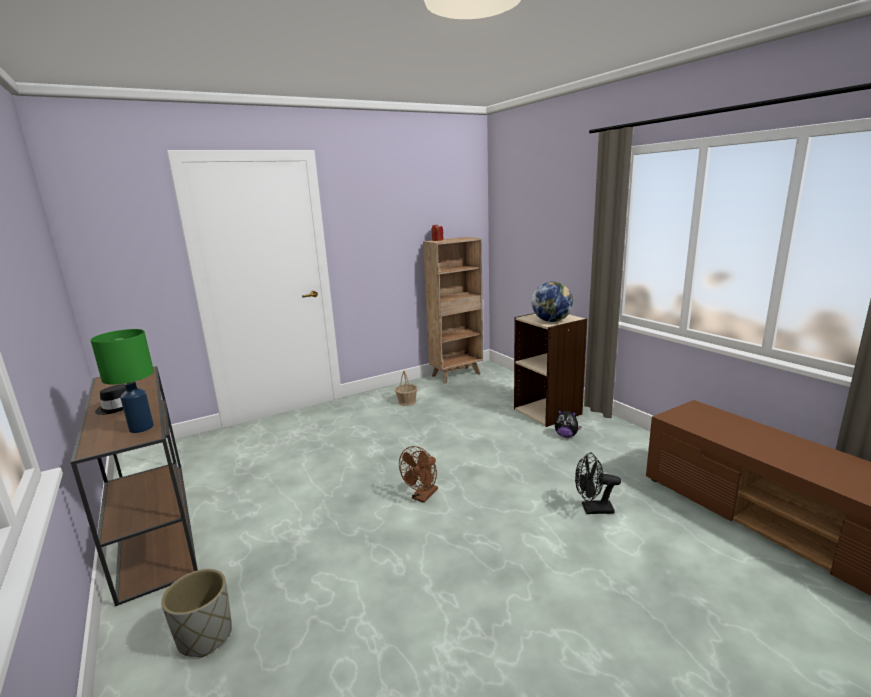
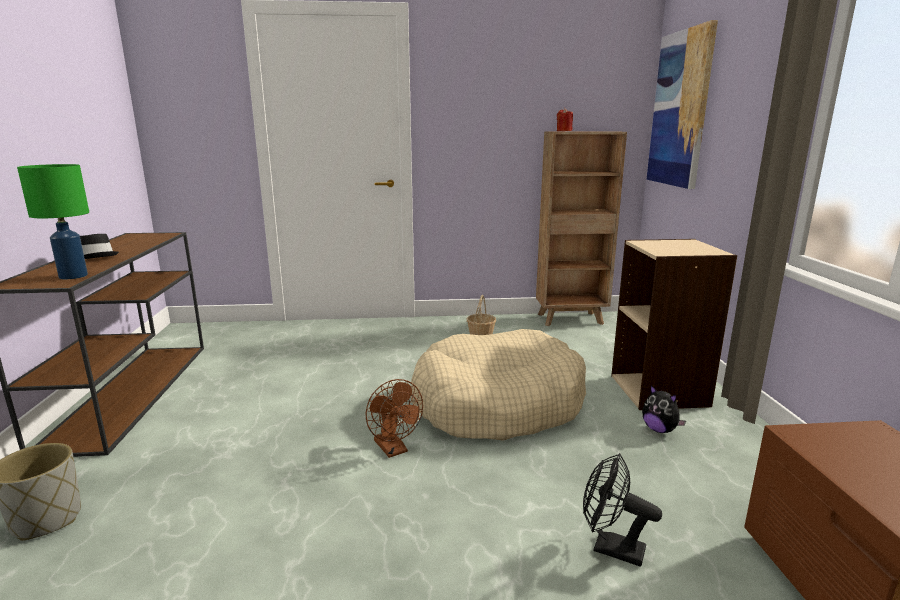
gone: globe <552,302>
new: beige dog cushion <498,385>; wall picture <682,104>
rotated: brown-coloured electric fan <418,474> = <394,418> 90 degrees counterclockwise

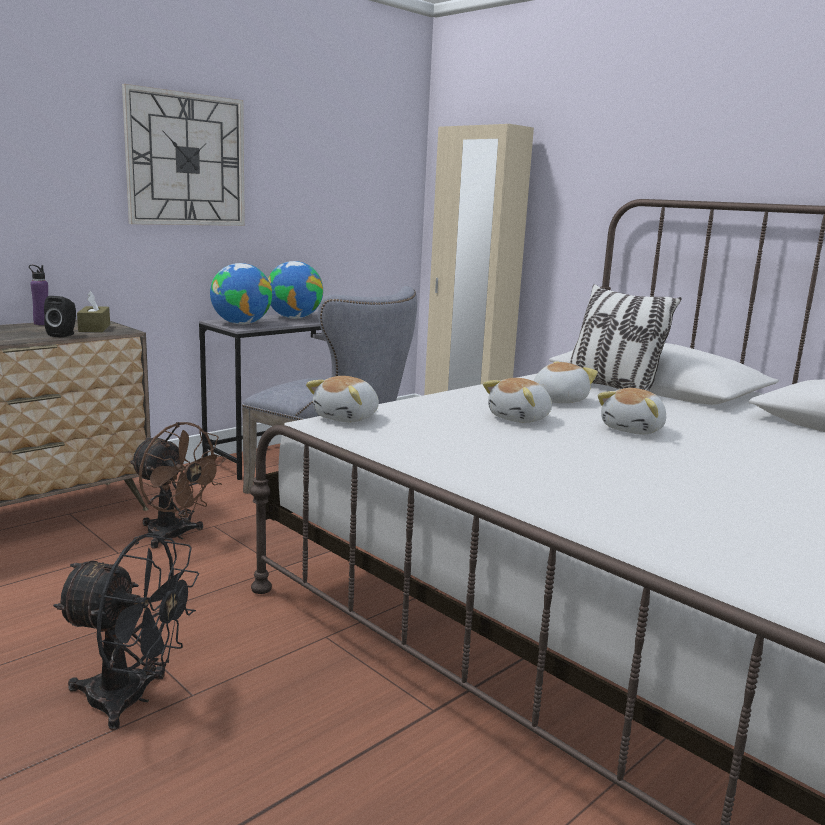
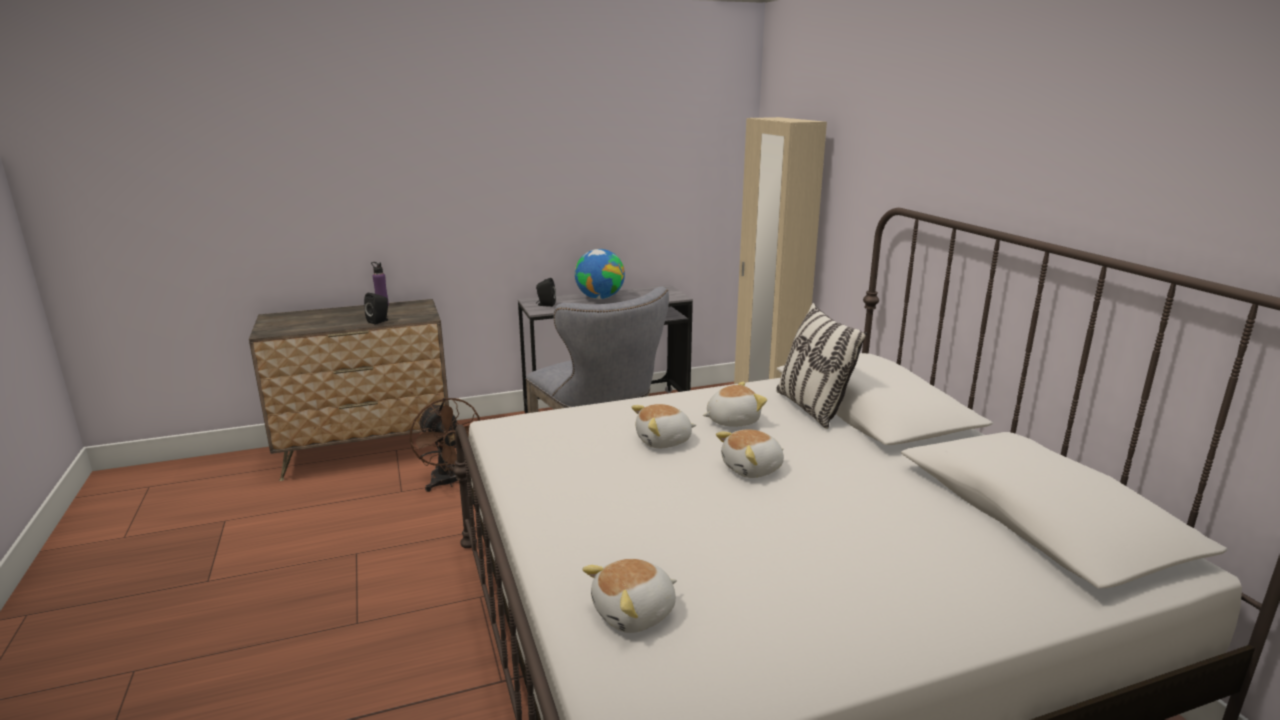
gone: blackish electric fan <126,631>; brown-coloured box of tissues <93,311>; clock on the wall <183,155>
shifted: cuddly toy <342,399> to <629,596>
swapped: globe <241,294> to blackish speaker <546,292>

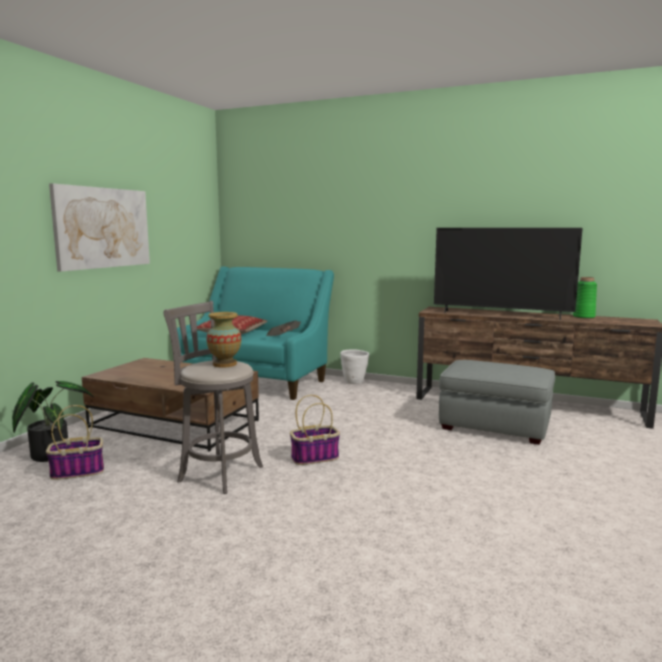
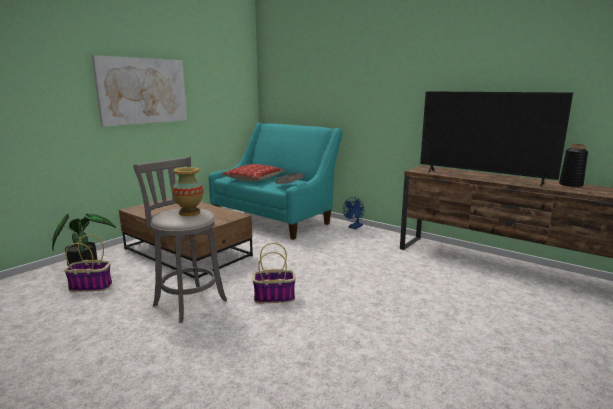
gone: greyish pouffe <497,402>
swapped: white plant pot <354,366> to blue-coloured electric fan <353,213>
repainted: greenish decorative vase <585,298> to blackish decorative vase <573,165>

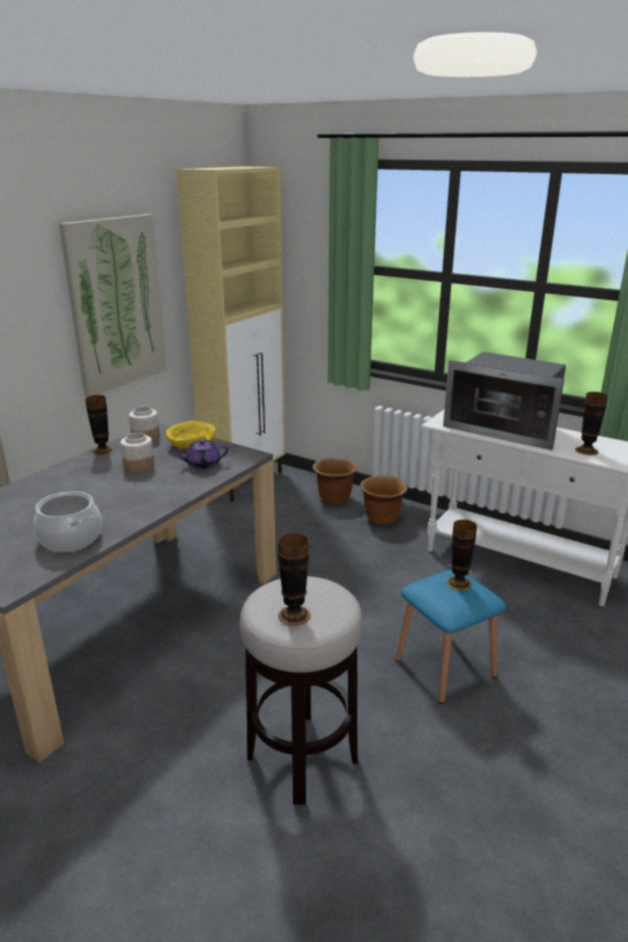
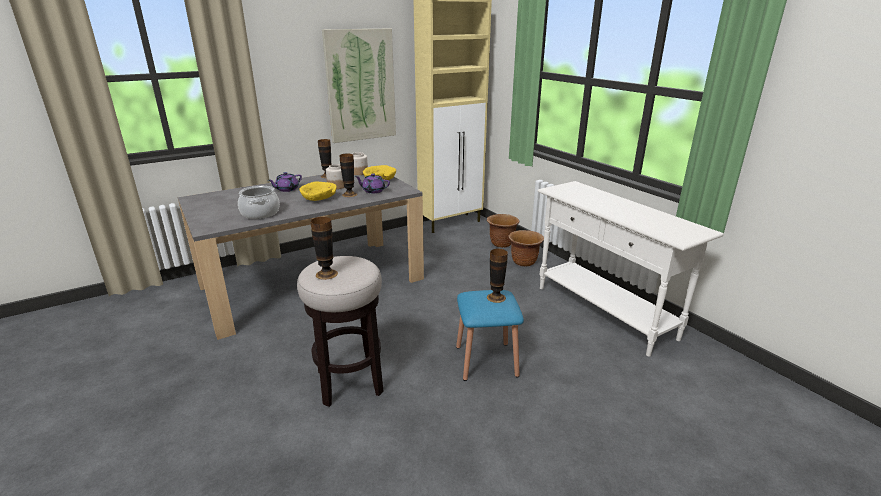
gone: microwave oven <504,401>
new: purple pot for tea <285,182>; yellowish bowl <318,191>
shifted: decorative vase <591,423> to <348,175>

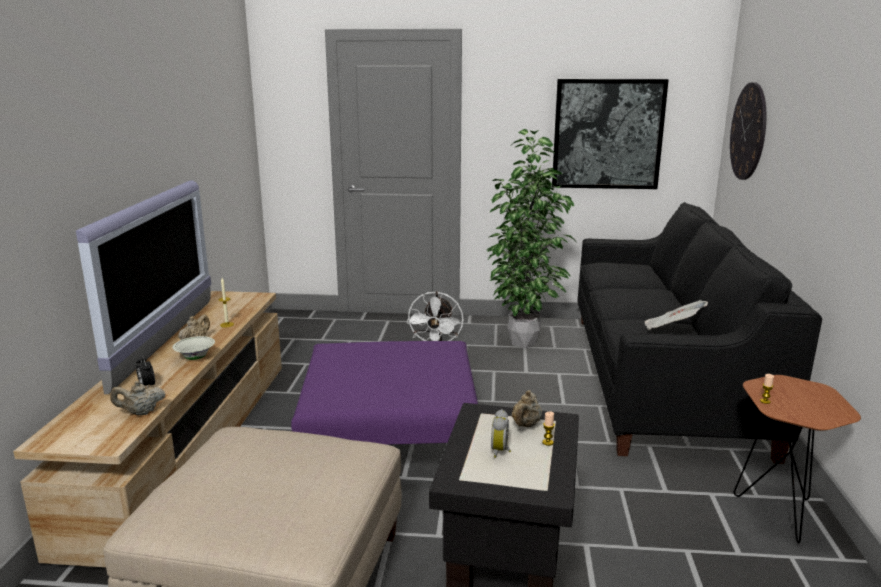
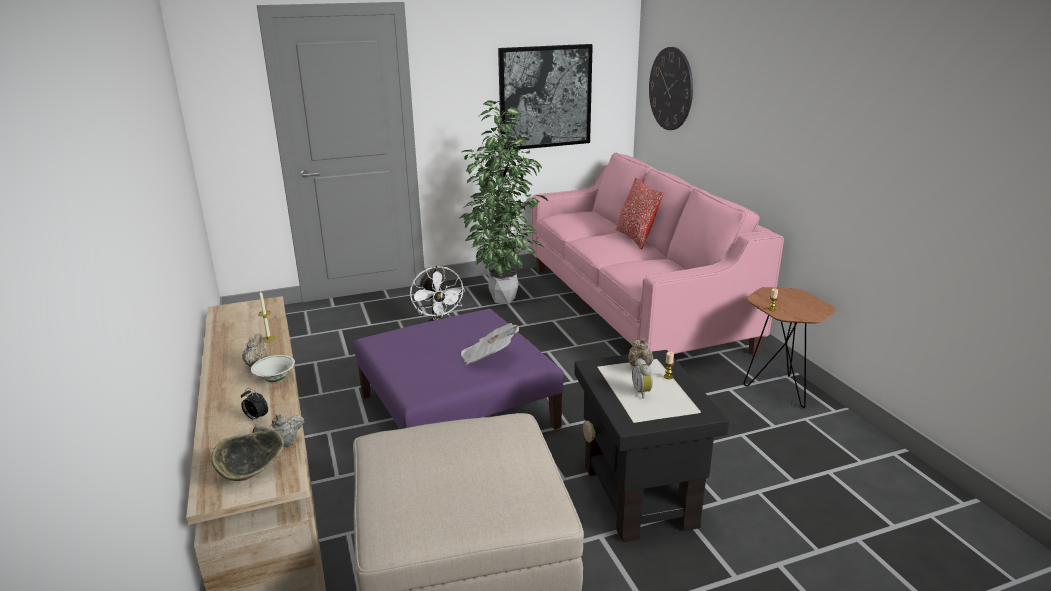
gone: TV <143,287>
new: bowl <247,455>; throw pillow <640,213>
shifted: daily paper <676,315> to <490,344>
repainted: blackish settee <699,333> to pinkish settee <658,254>

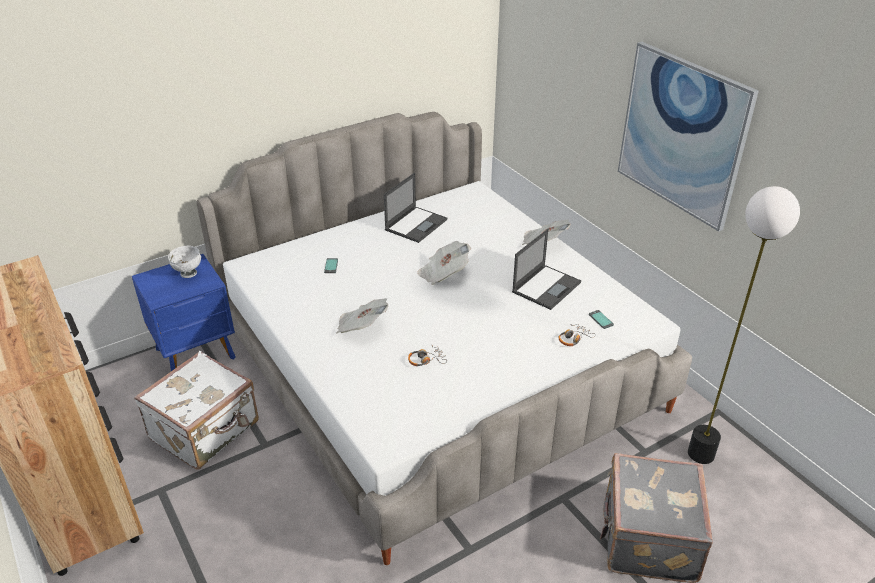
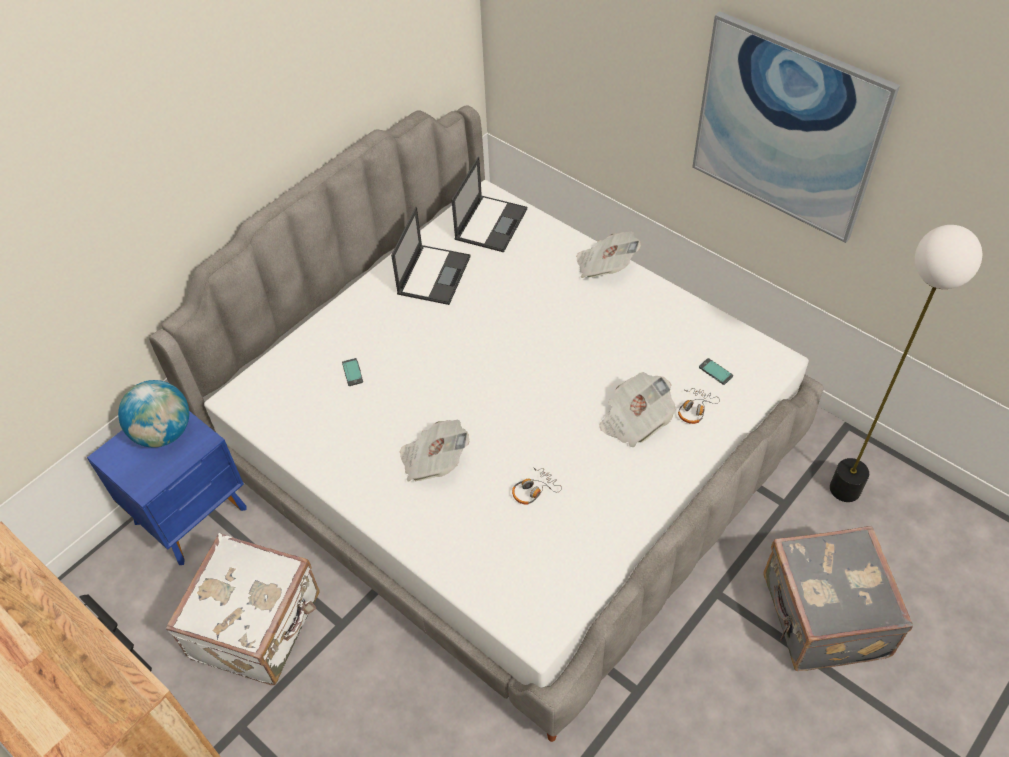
shifted: portable computer <546,269> to <489,204>; daily paper <444,263> to <637,409>
swapped: white bowl <184,262> to globe <153,413>

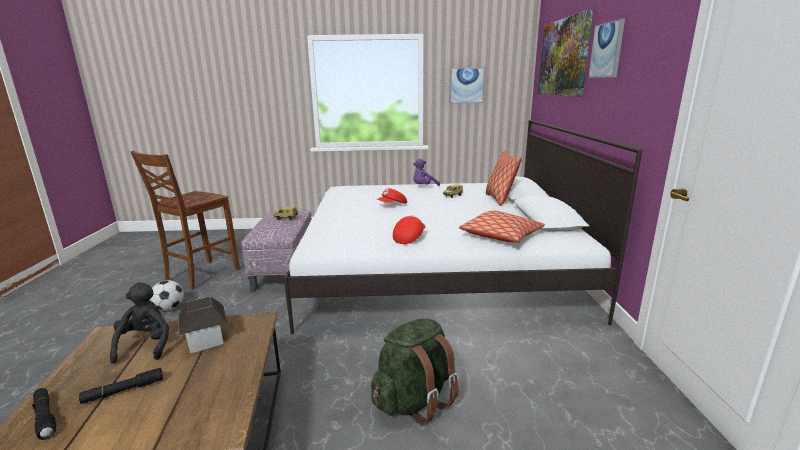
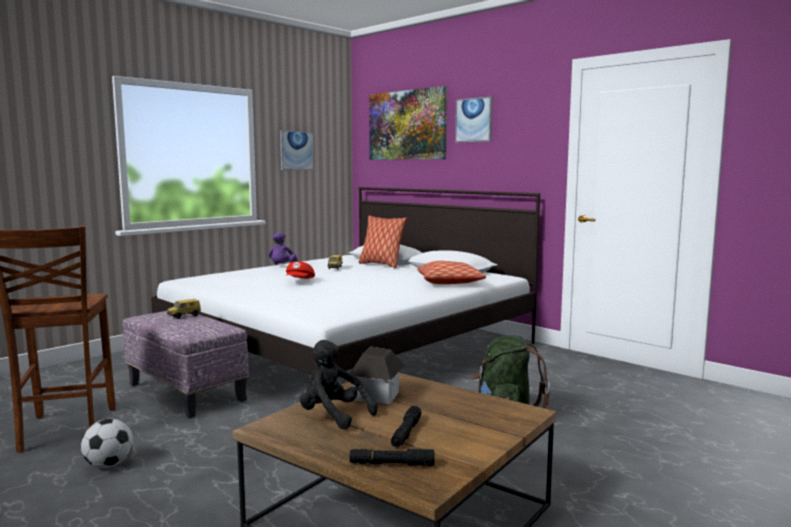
gone: red-coloured baseball cap <409,230>

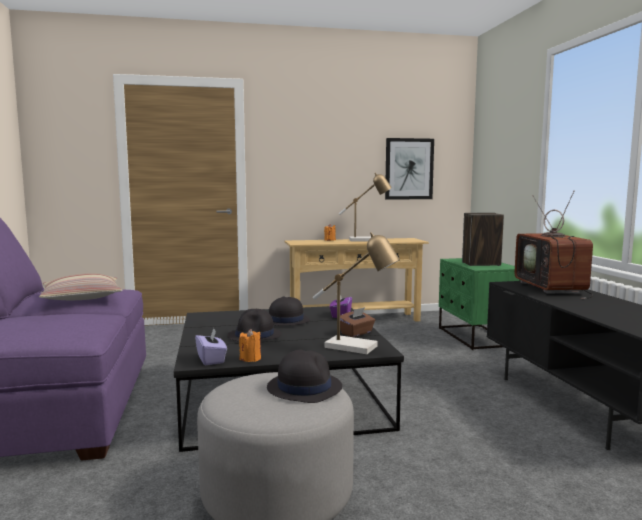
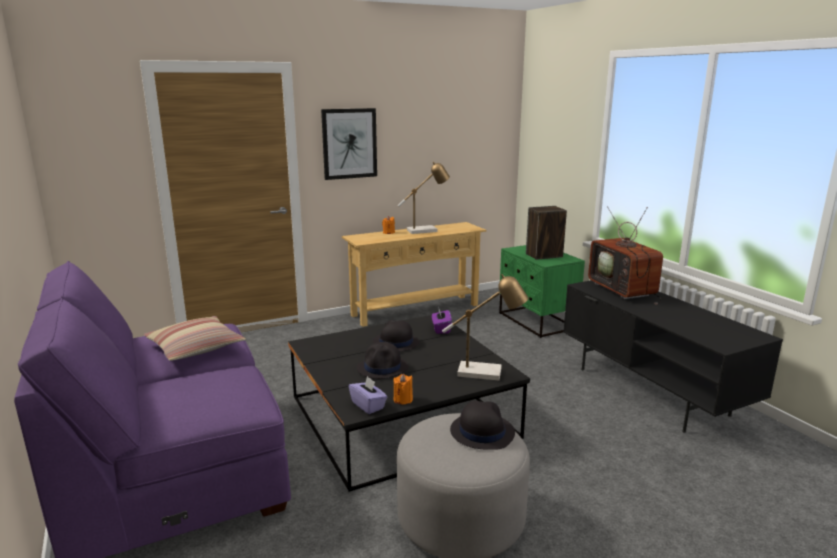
gone: brown-coloured box of tissues <357,322>
shifted: wall picture <409,169> to <349,144>

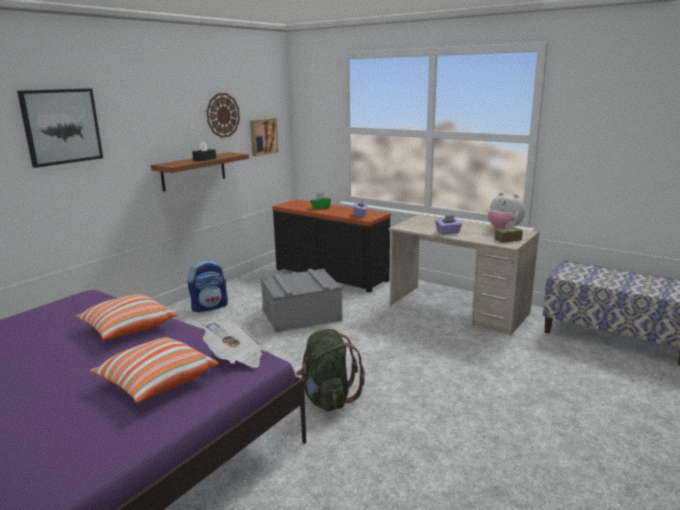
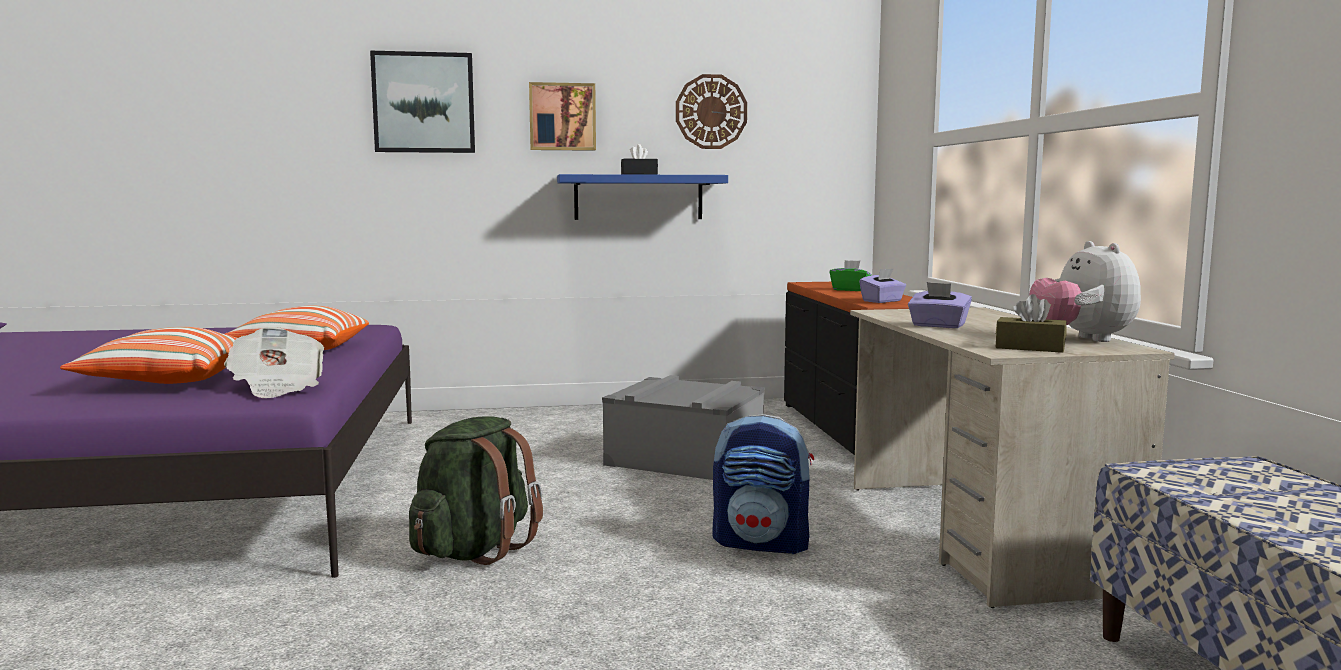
shifted: wall picture <264,137> to <562,116>; rucksack <208,286> to <763,484>
repainted: brown-coloured shelf <200,172> to blue-coloured shelf <642,197>

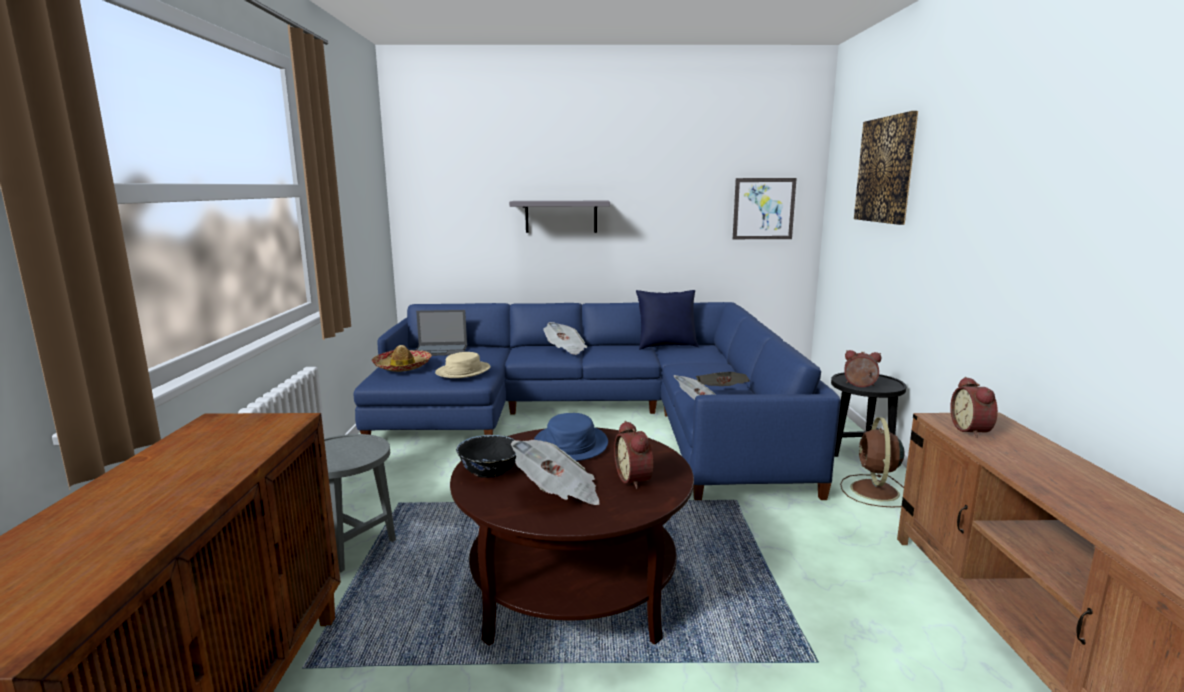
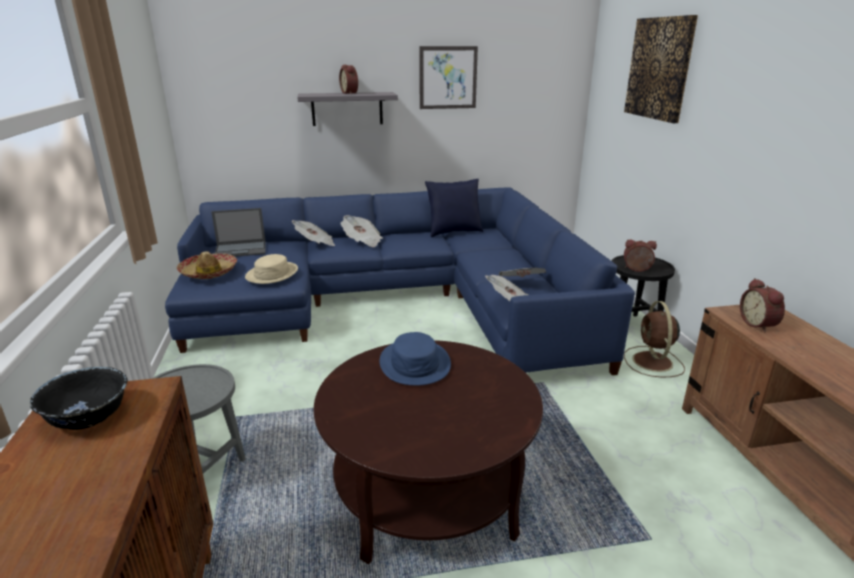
shifted: blackish bowl <486,456> to <78,398>; daily paper <555,472> to <313,233>; bedside clock <633,455> to <348,79>; wall picture <765,208> to <448,77>

